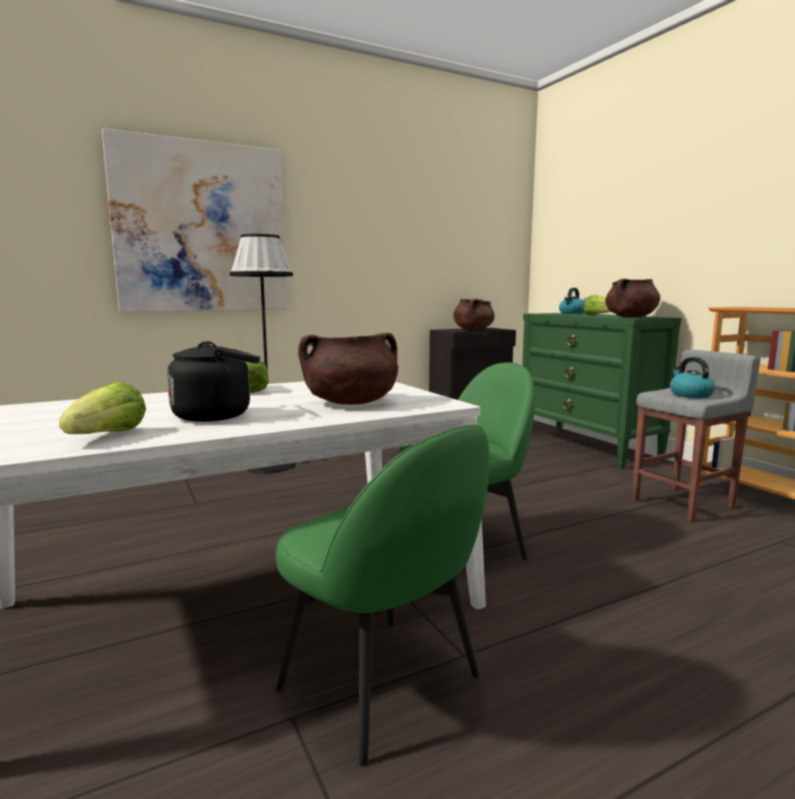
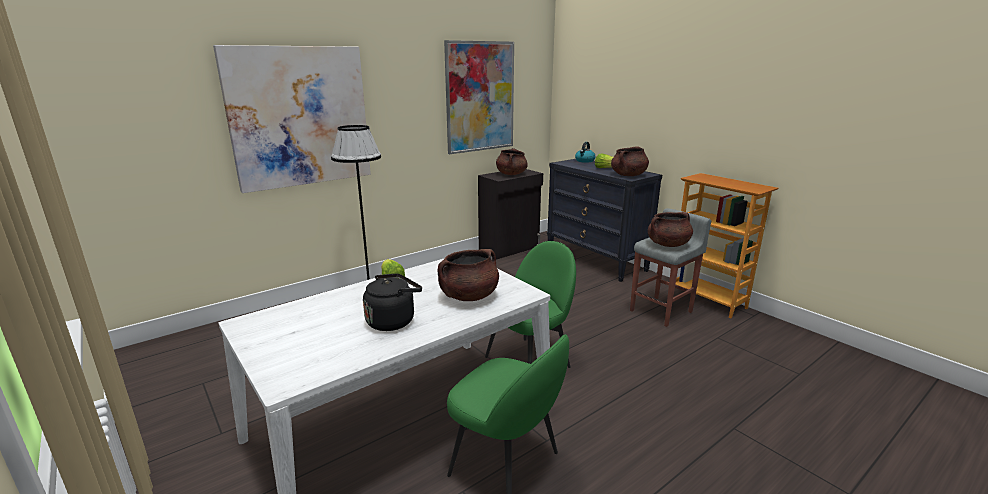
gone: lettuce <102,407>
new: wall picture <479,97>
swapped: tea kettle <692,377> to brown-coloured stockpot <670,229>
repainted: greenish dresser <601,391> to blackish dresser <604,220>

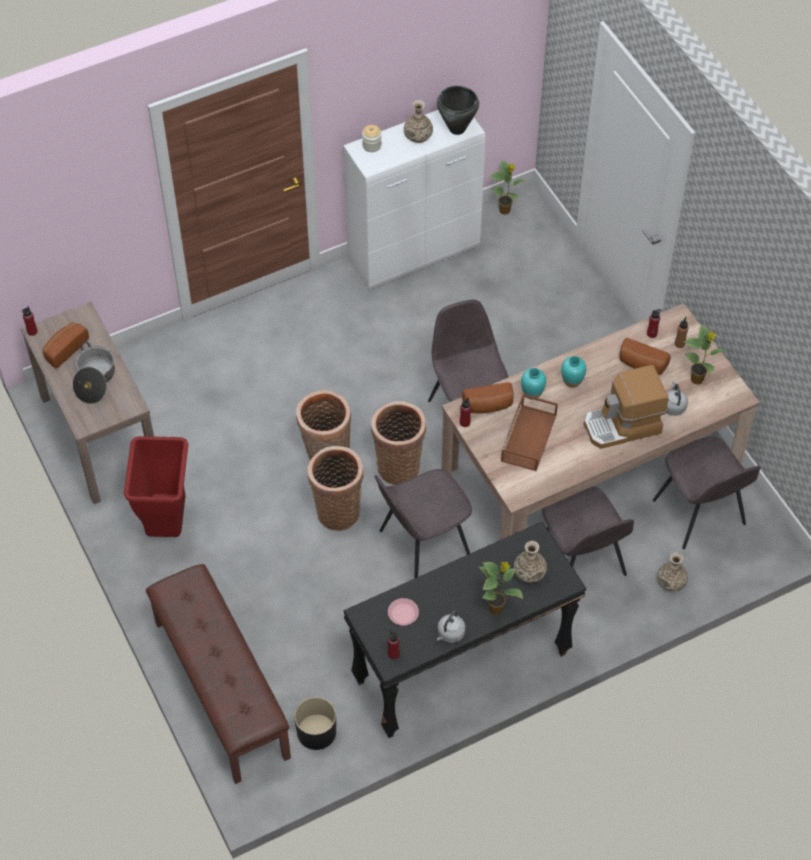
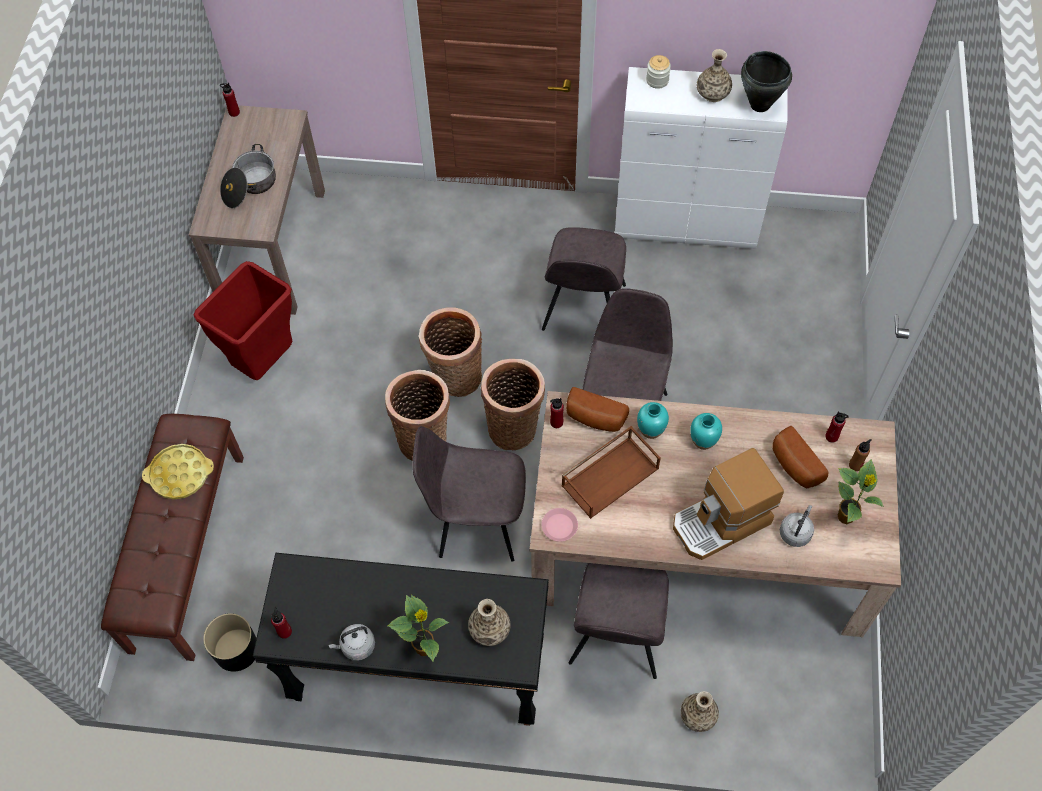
gone: bakery bread <66,345>; plant in a pot <507,187>
new: yellowish tray <178,471>
shifted: pinkish dinner plate <403,612> to <559,525>; greyish chair <707,493> to <584,279>
rotated: coffee maker <626,407> = <728,504> 45 degrees counterclockwise

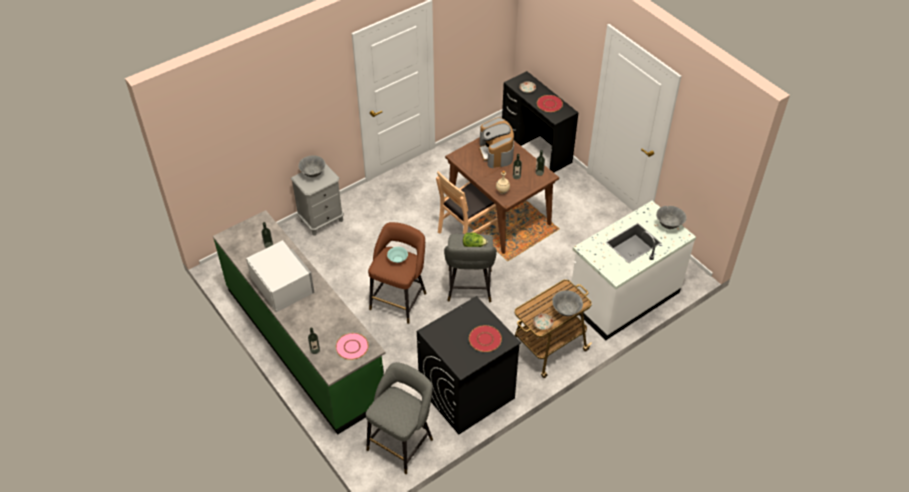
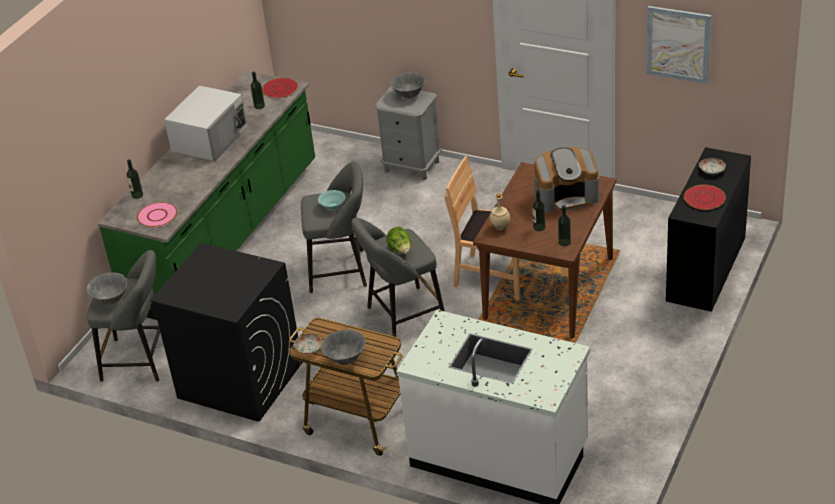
new: wall picture <678,45>
shifted: greyish bowl <671,217> to <107,288>; red-coloured dinner plate <485,338> to <280,88>
repainted: brown-coloured sitting stool <397,273> to greyish sitting stool <334,227>
rotated: coffee maker <496,142> = <566,180> 150 degrees counterclockwise

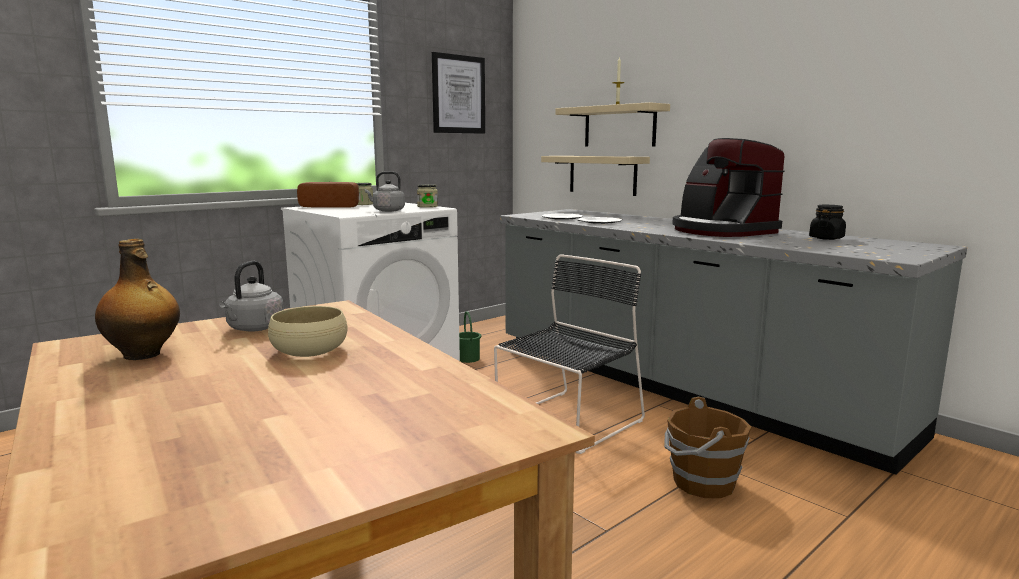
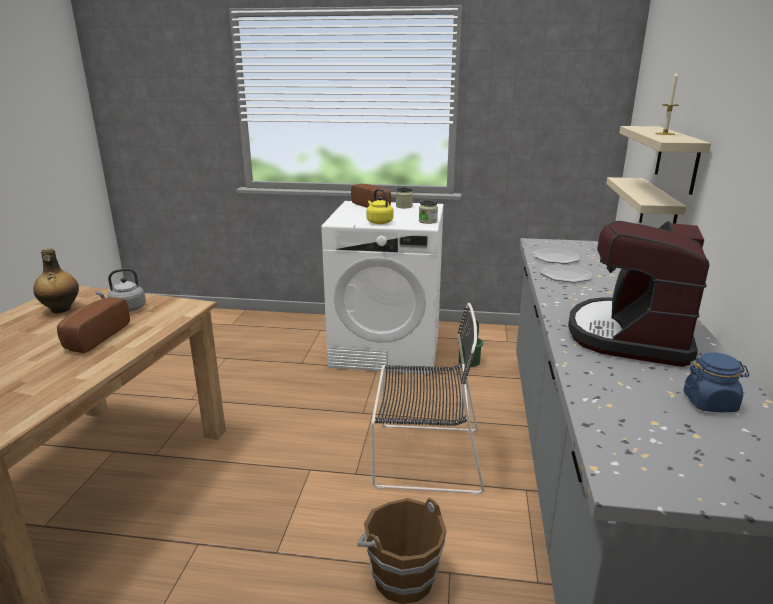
gone: wall picture <458,93>
swapped: beige bowl <308,331> to bakery bread <93,325>
repainted: greyish tea kettle <385,191> to yellowish tea kettle <379,206>; blackish preserve jar <827,222> to blue-coloured preserve jar <716,382>

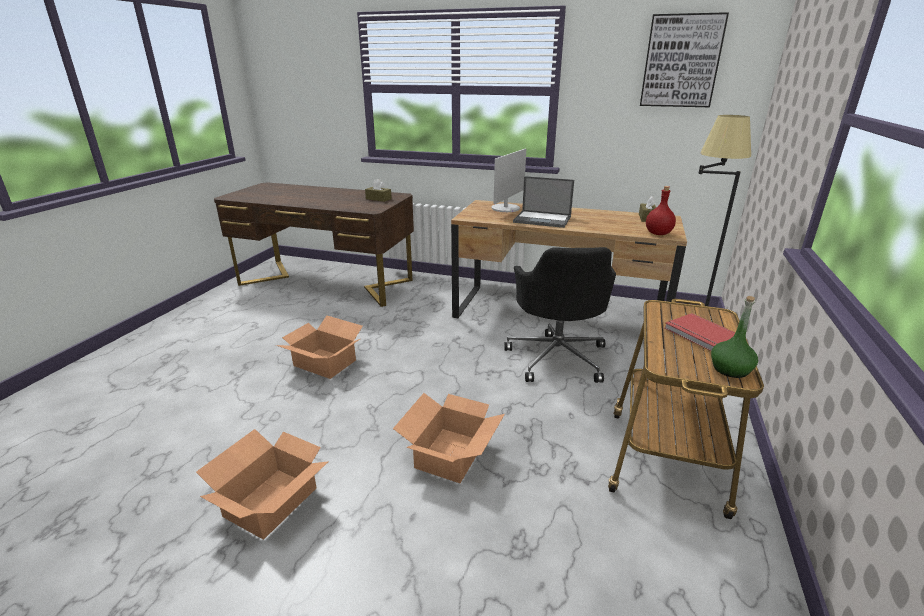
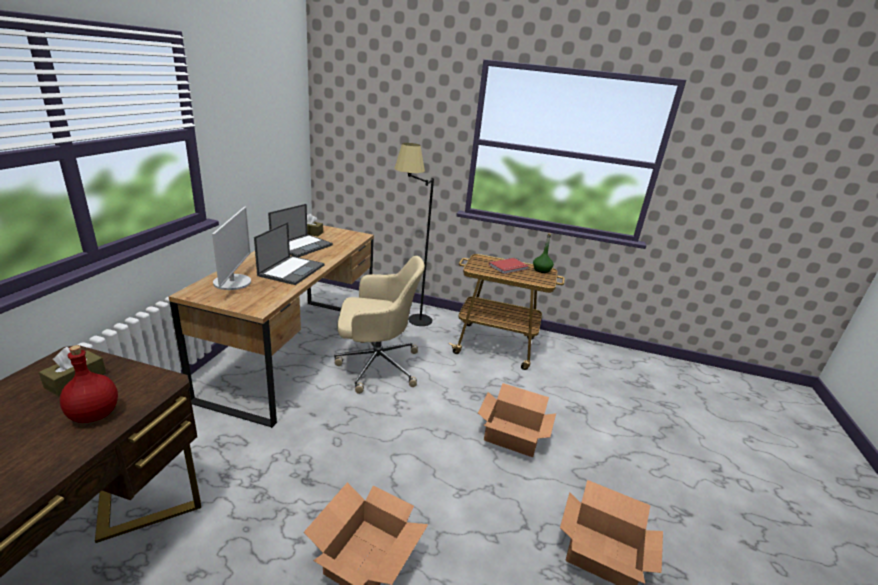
gone: wall picture <684,59>
new: portable computer <300,230>
shifted: red-coloured bottle <661,210> to <89,384>
repainted: blackish office chair <560,315> to beige office chair <379,325>
rotated: computer screen <509,180> = <231,248> 60 degrees clockwise

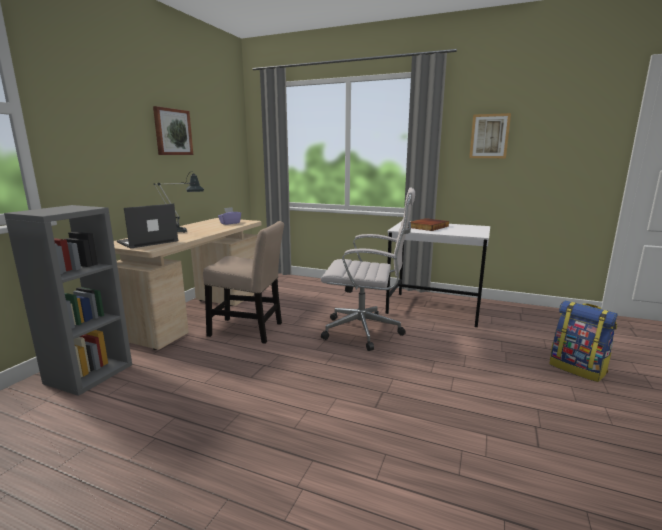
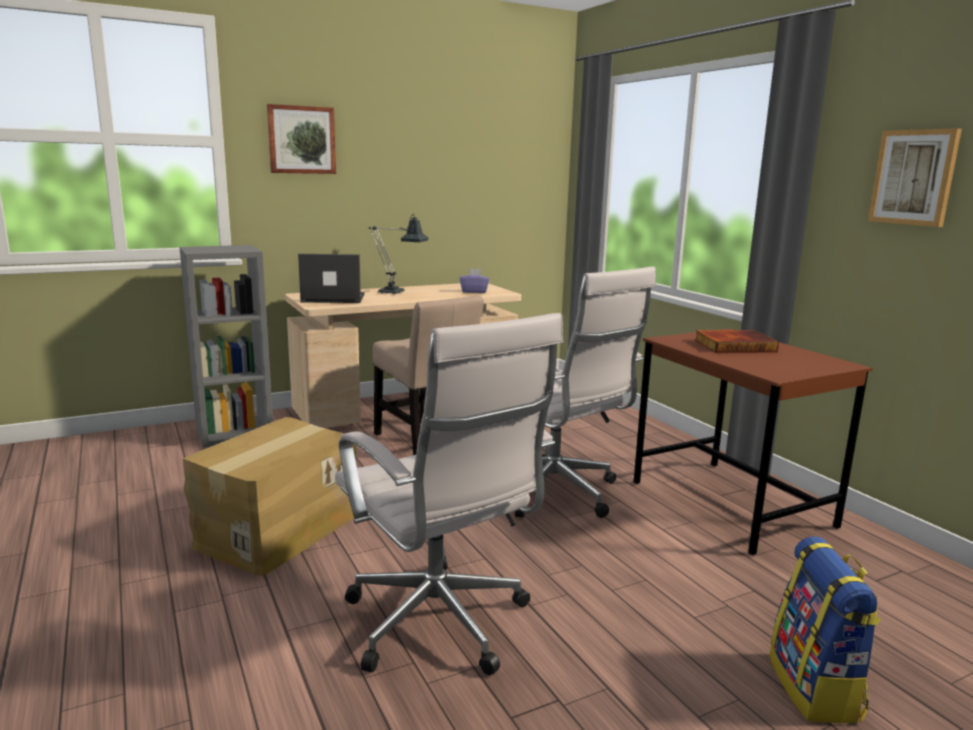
new: carton <269,496>; white office chair <449,494>
shifted: wall picture <173,130> to <301,139>
repainted: white desk unit <438,274> to brown-coloured desk unit <753,442>

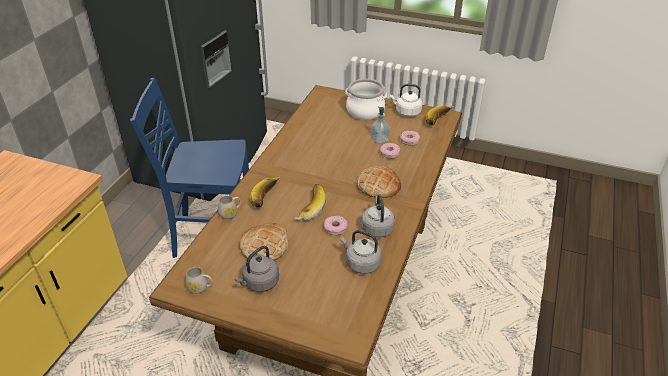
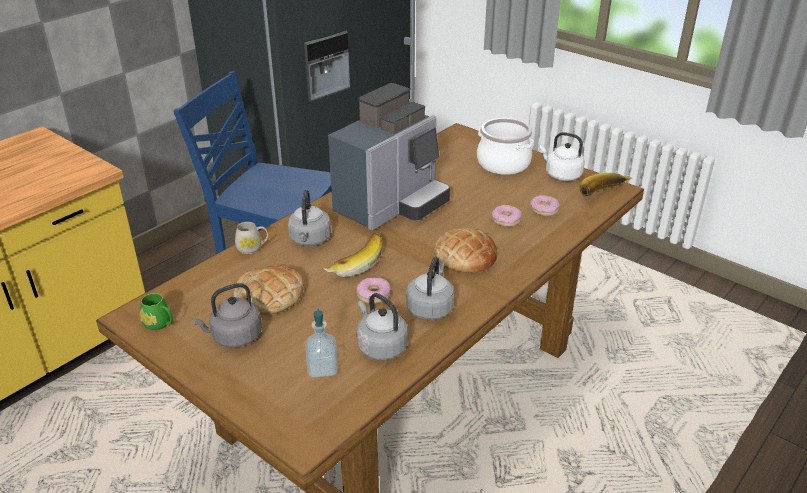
new: coffee maker <389,156>
shifted: soap bottle <380,125> to <321,342>
swapped: banana <265,192> to greyish tea kettle <309,218>
repainted: white coffee mug <199,280> to greenish coffee mug <156,311>

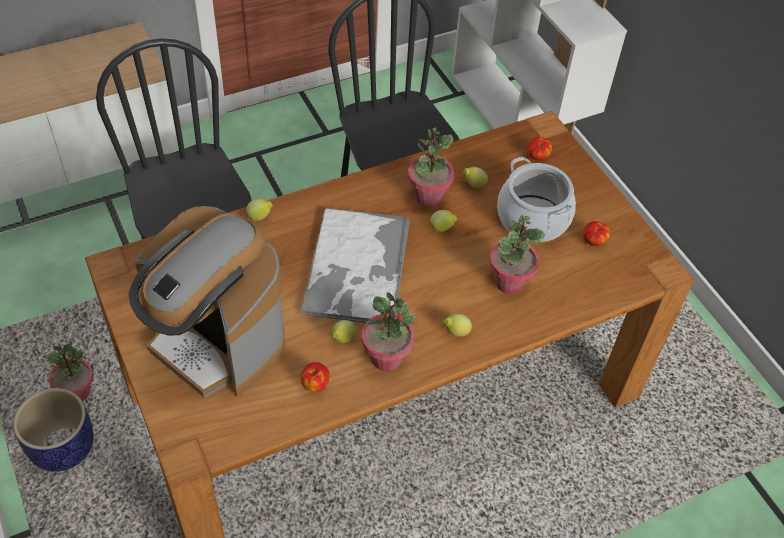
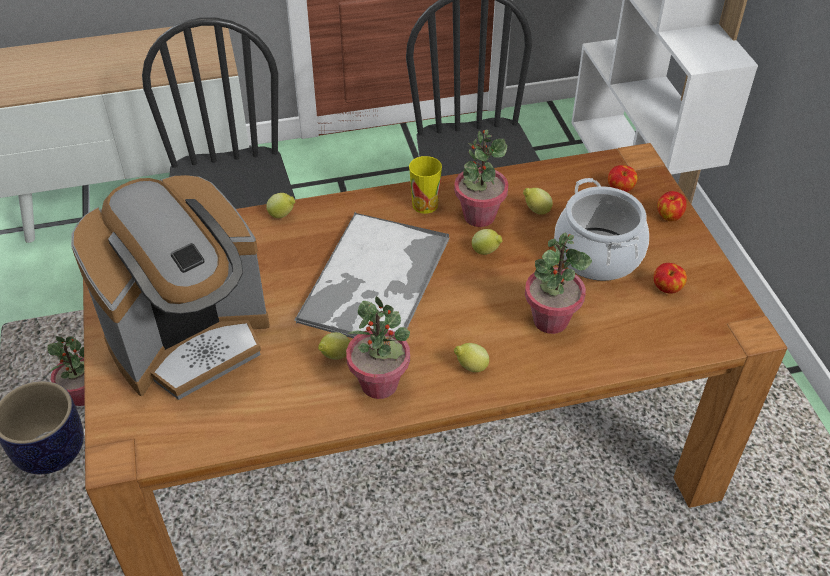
new: small cup <425,185>
shifted: apple fruit <315,377> to <672,206>
rotated: coffee maker <206,302> = <170,287> 90 degrees counterclockwise

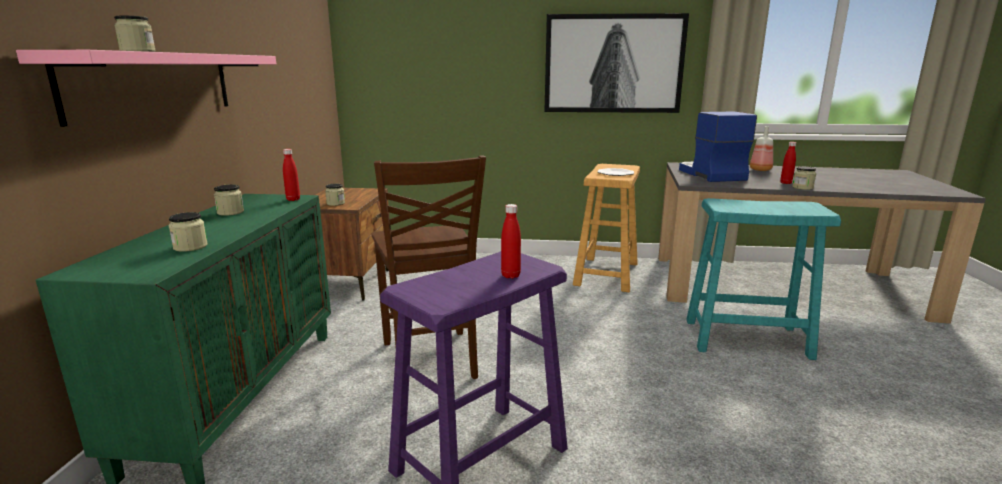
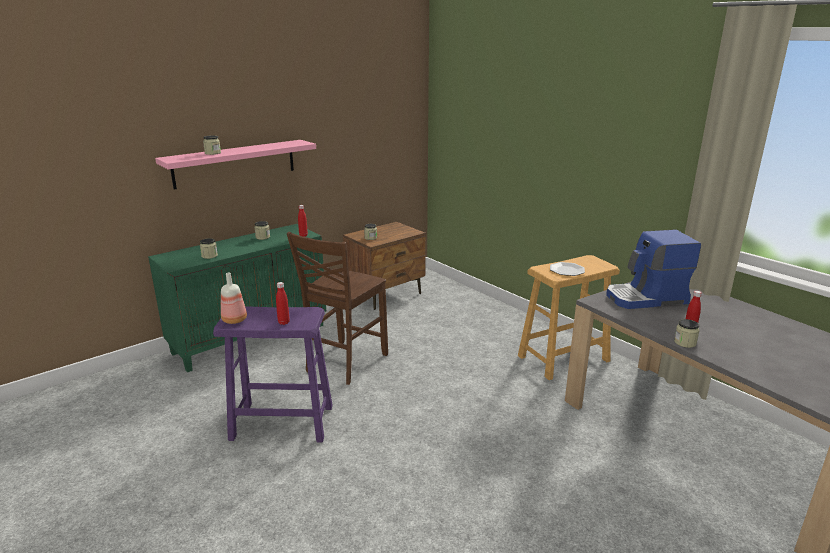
gone: wall picture <616,63>; turquoise-coloured sitting stool <763,279>
shifted: bottle <761,148> to <234,298>
rotated: coffee maker <718,147> = <653,269> 135 degrees counterclockwise

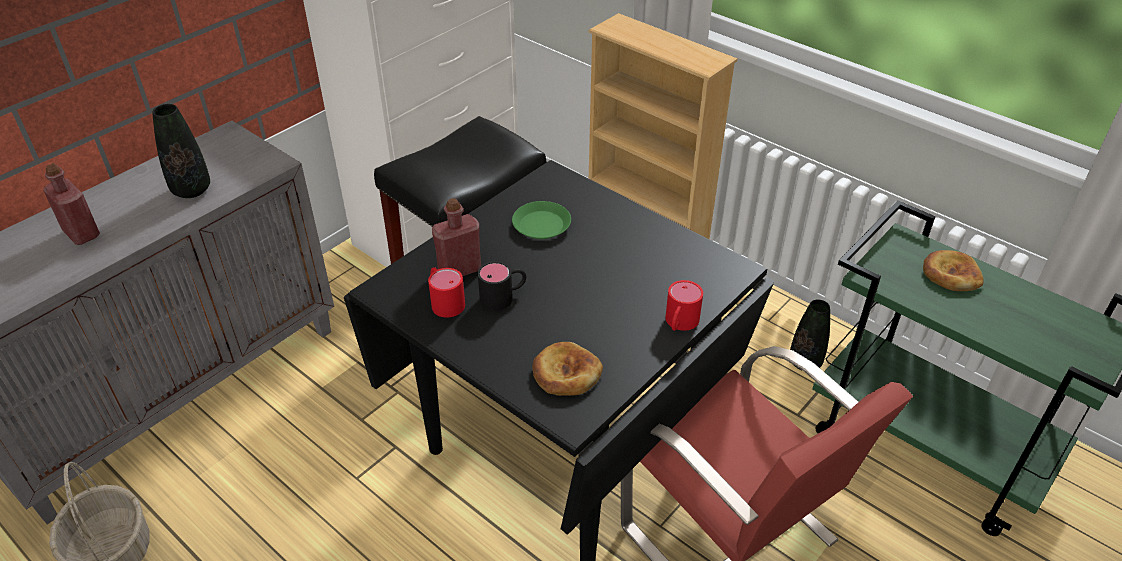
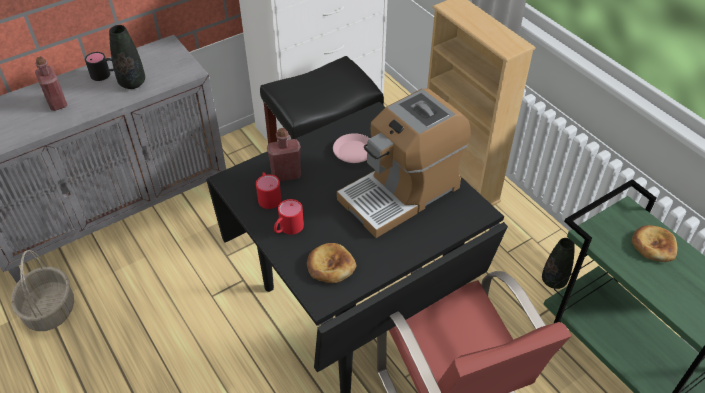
new: coffee maker <404,163>
shifted: blackish coffee mug <502,286> to <99,66>; red-coloured coffee mug <684,305> to <289,217>
repainted: greenish dinner plate <541,220> to pinkish dinner plate <351,148>

